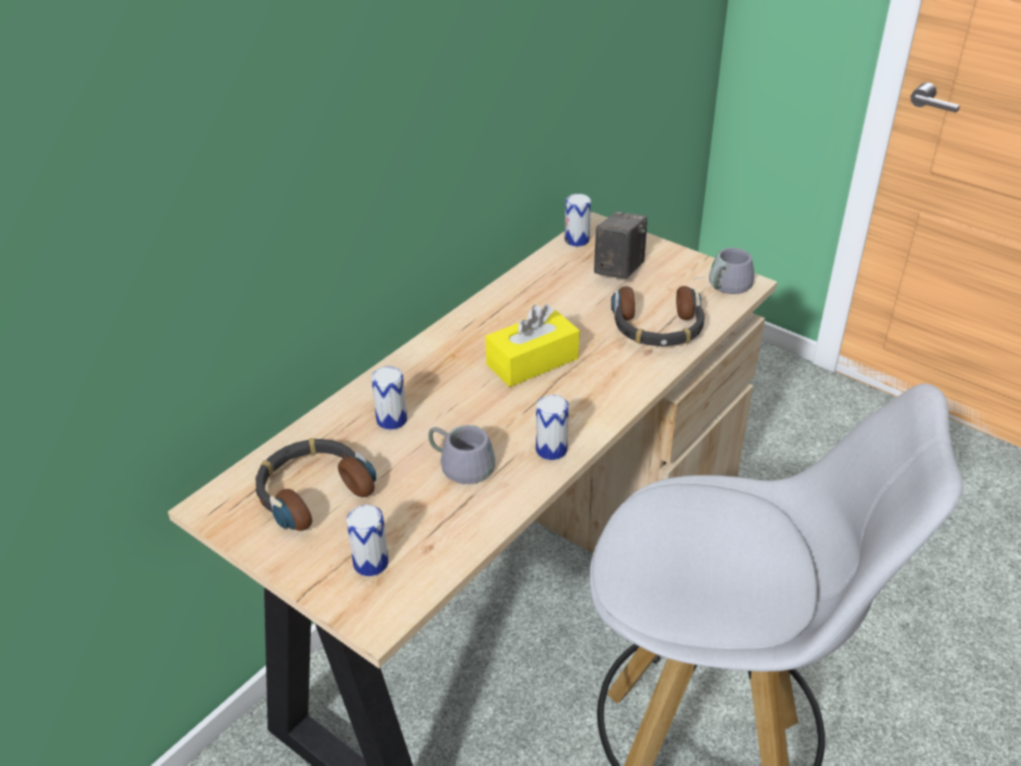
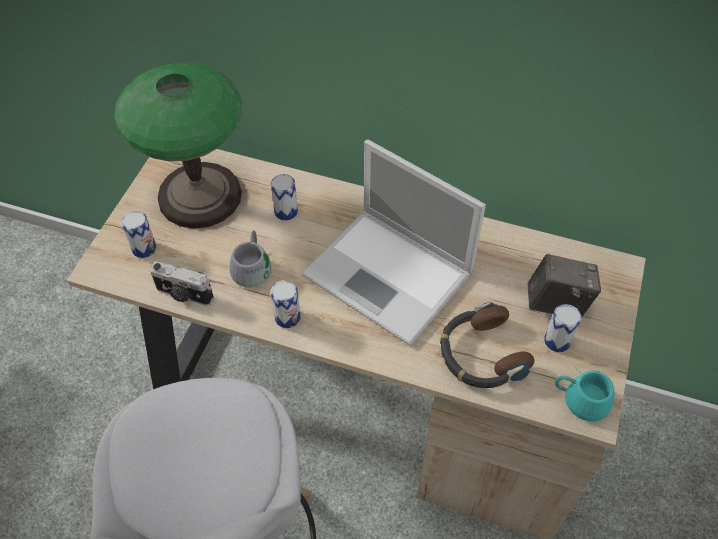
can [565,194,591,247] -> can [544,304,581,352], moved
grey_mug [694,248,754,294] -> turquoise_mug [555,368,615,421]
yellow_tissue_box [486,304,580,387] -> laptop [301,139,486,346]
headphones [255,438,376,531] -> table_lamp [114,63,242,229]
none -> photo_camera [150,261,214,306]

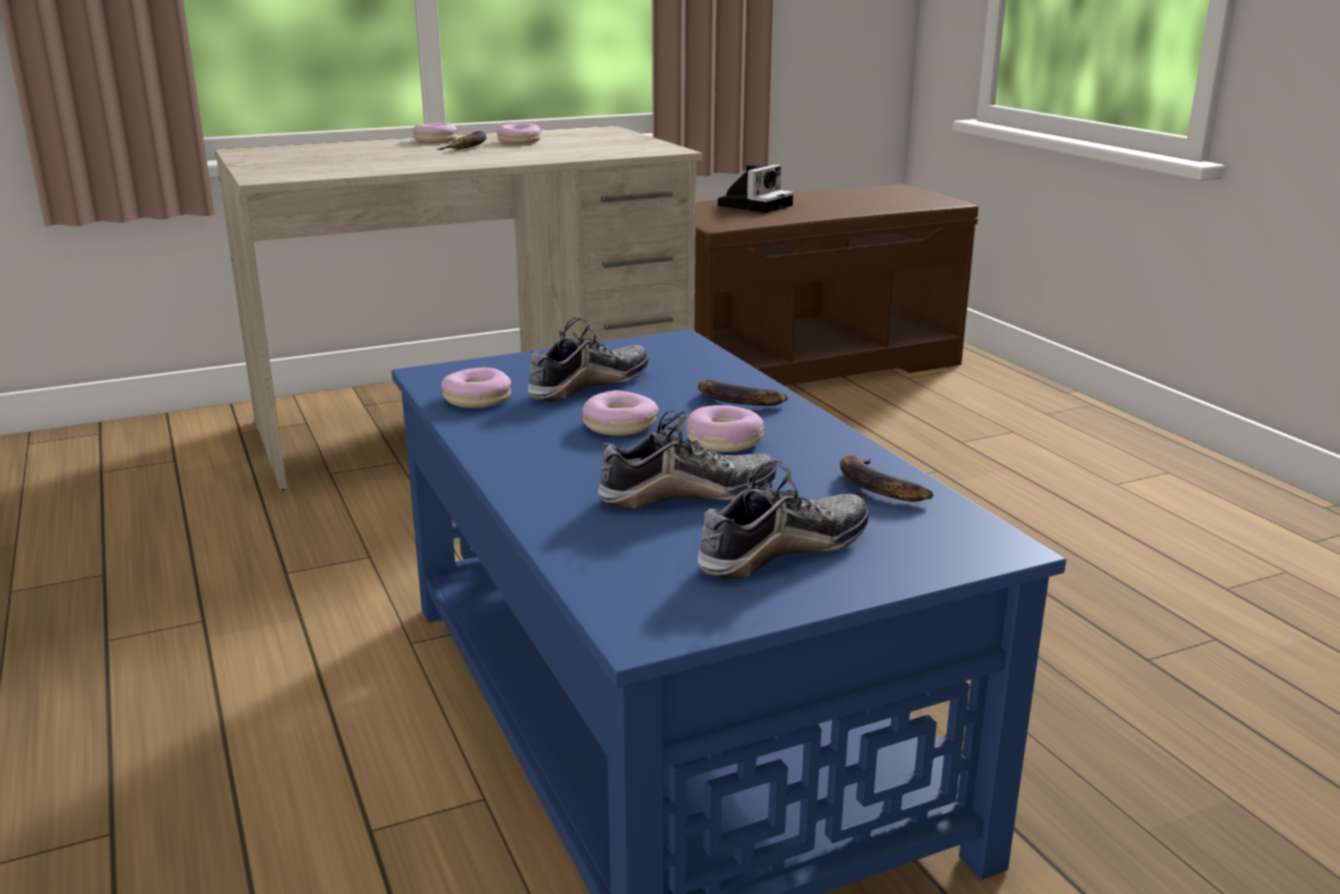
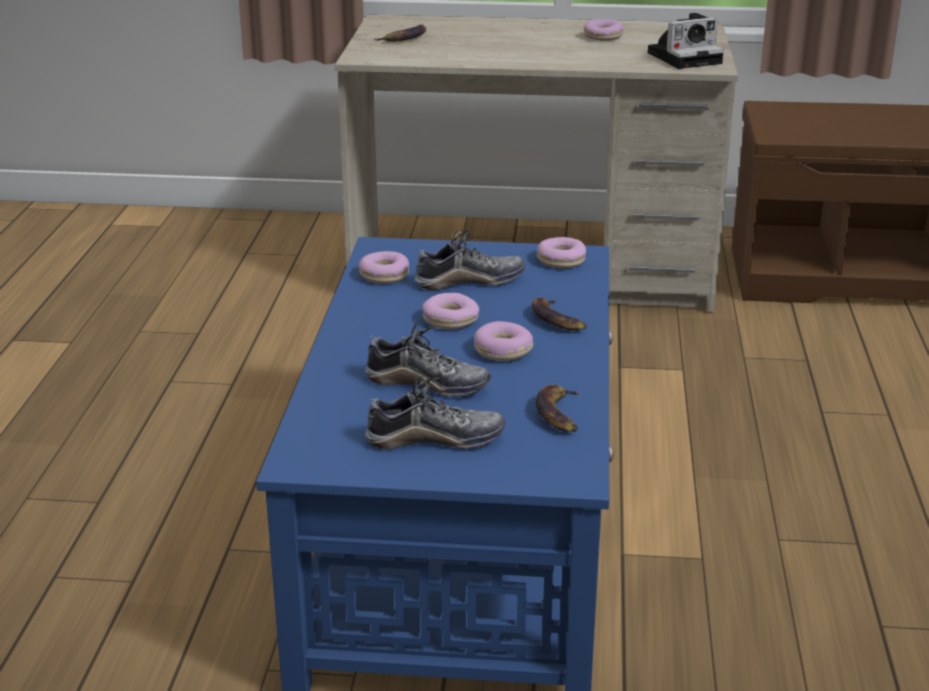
donut [413,122,457,143] -> donut [537,237,586,268], moved
banana [437,131,487,150] -> banana [375,24,426,42], moved
photo_camera [718,164,793,213] -> photo_camera [648,13,724,69], moved

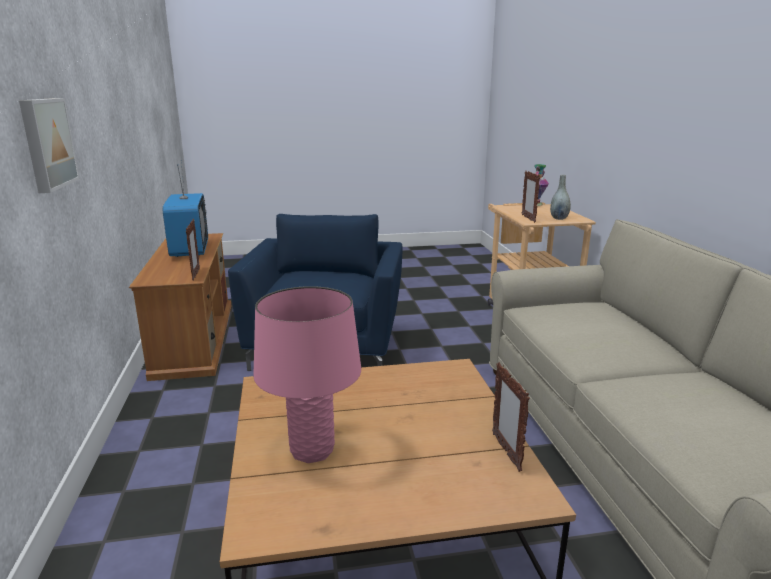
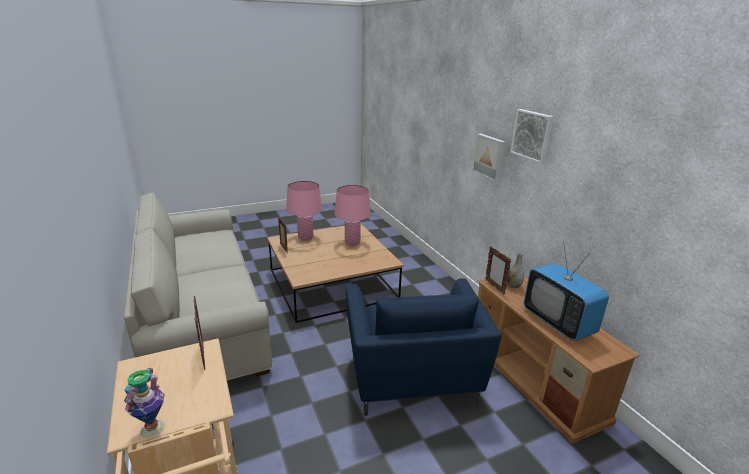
grey_vase [550,175,571,220] -> grey_vase [507,253,524,289], moved
none -> picture [510,109,554,163]
none -> pink_table_lamp [286,181,322,241]

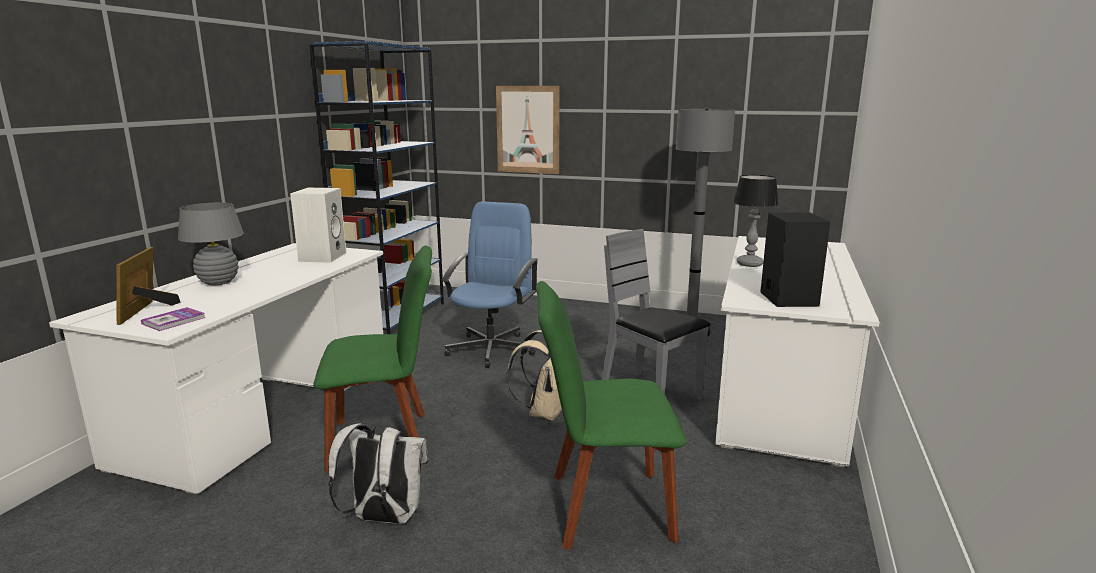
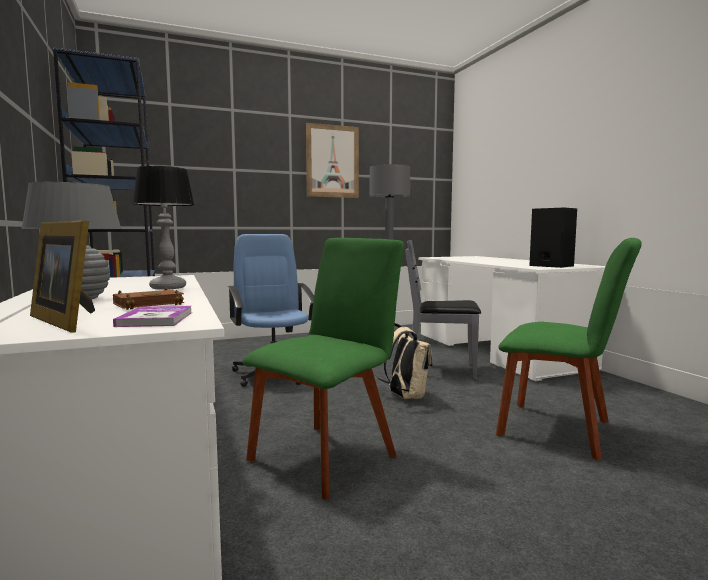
picture [496,86,560,174] -> picture [306,123,359,198], moved
table_lamp [733,175,778,267] -> table_lamp [132,166,194,290], moved
white_speaker [290,188,346,263] -> none
green_chair [536,281,687,550] -> green_chair [496,238,642,460], 105 degrees counterclockwise
white_backpack [328,423,429,524] -> none
none -> brown_book [113,287,184,310]

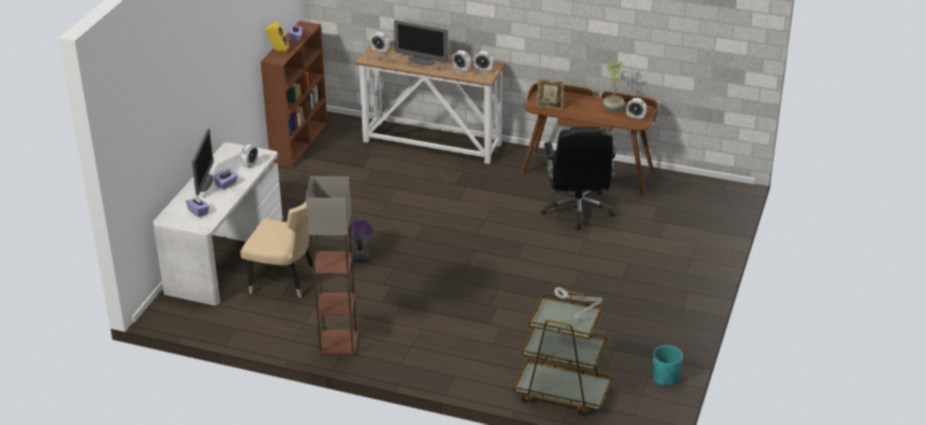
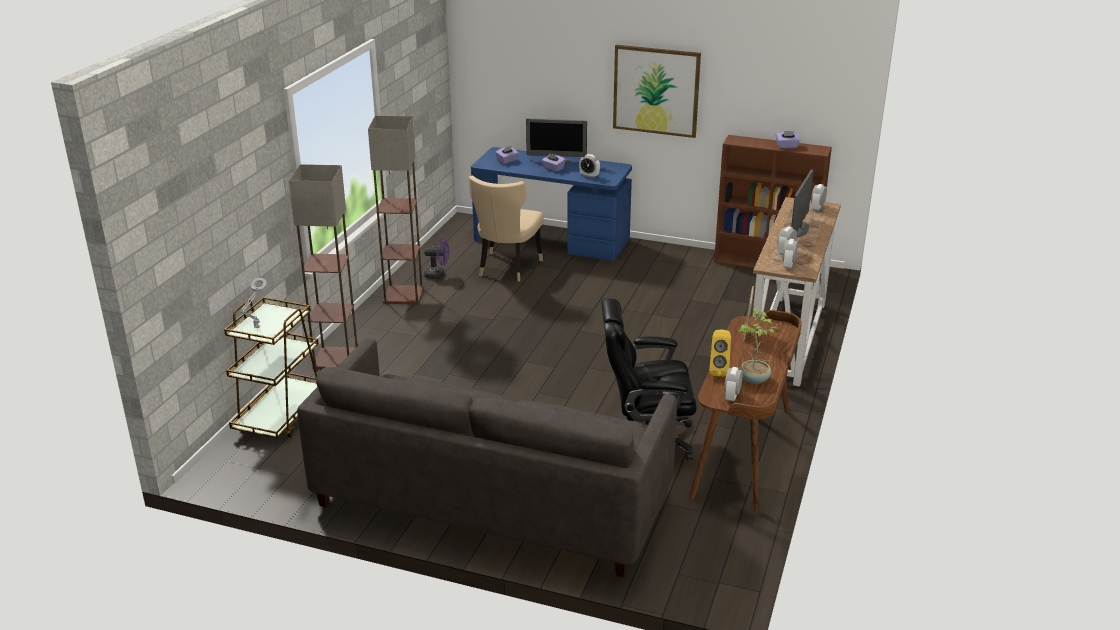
yellow_speaker [266,21,289,52] -> yellow_speaker [709,330,731,377], moved
white_desk [153,142,283,306] -> blue_desk [471,147,632,261]
purple_fan [348,220,373,263] -> purple_fan [424,239,450,279], moved
turquoise_planter [653,345,683,386] -> none
none -> picture [613,45,701,138]
none -> floor_lamp [289,164,358,369]
none -> grey_sofa [297,338,677,577]

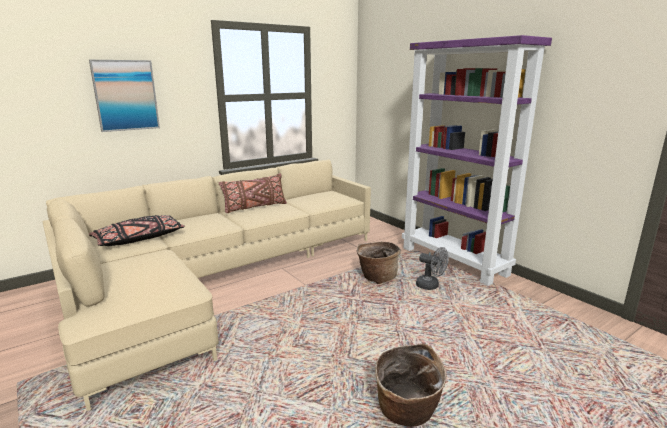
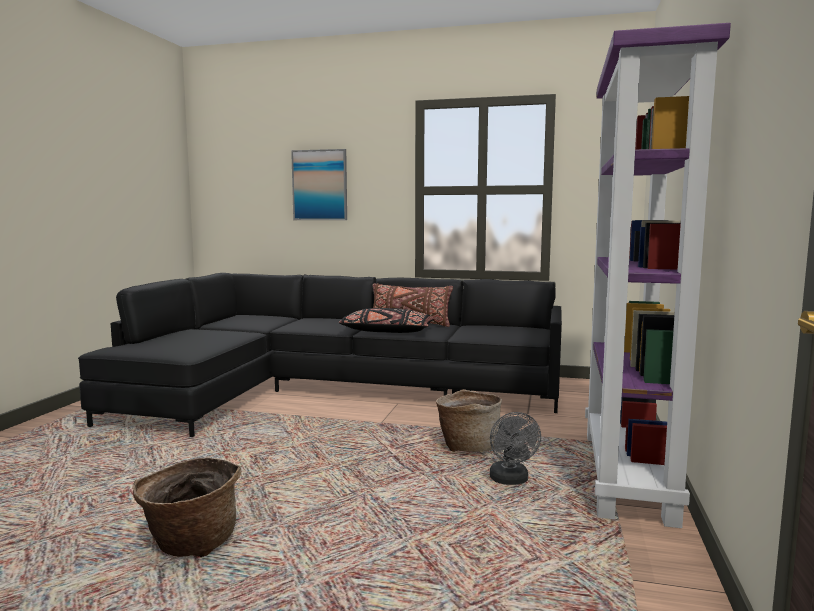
beige_sofa [42,160,371,411] -> black_sofa [78,273,562,437]
black_pillow [89,215,185,246] -> black_pillow [339,308,435,333], moved

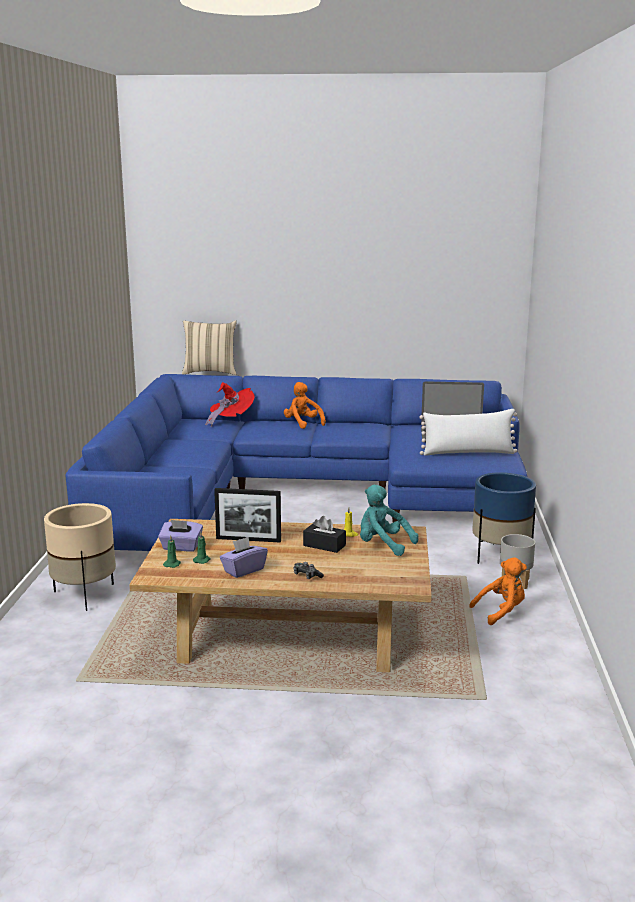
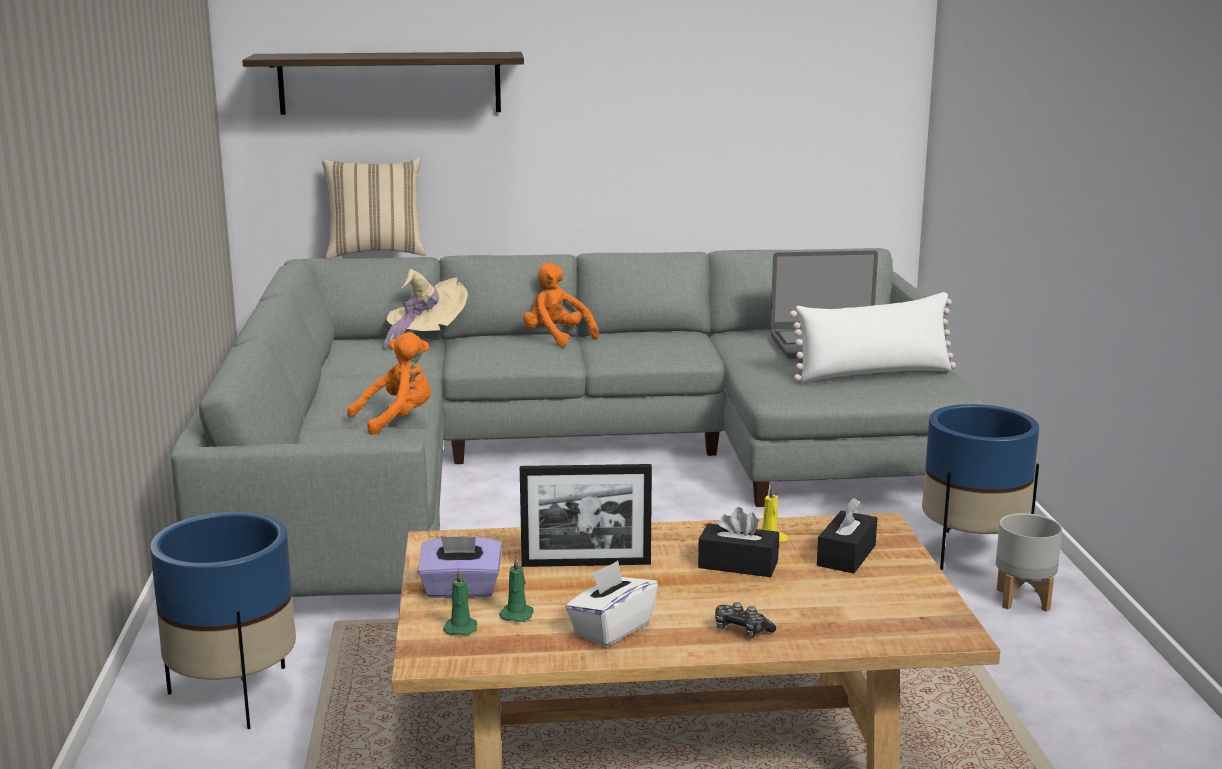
blue_sofa [66,374,527,551] -> grey_sofa [171,248,987,597]
red_hat [205,382,255,427] -> beige_hat [382,269,468,349]
turquoise_plush_toy [360,485,418,556] -> black_tissue_box [817,498,877,573]
beige_planter [44,503,116,611] -> blue_planter [150,512,296,729]
purple_tissue_box [220,537,268,578] -> white_tissue_box [565,561,658,646]
orange_plush_toy [469,557,527,625] -> orange_plush_toy [347,332,431,435], moved
none -> shelf [242,52,524,115]

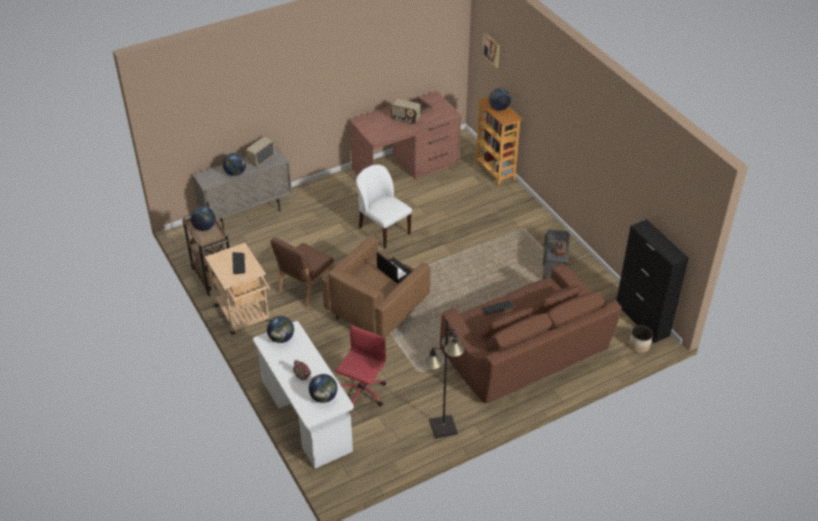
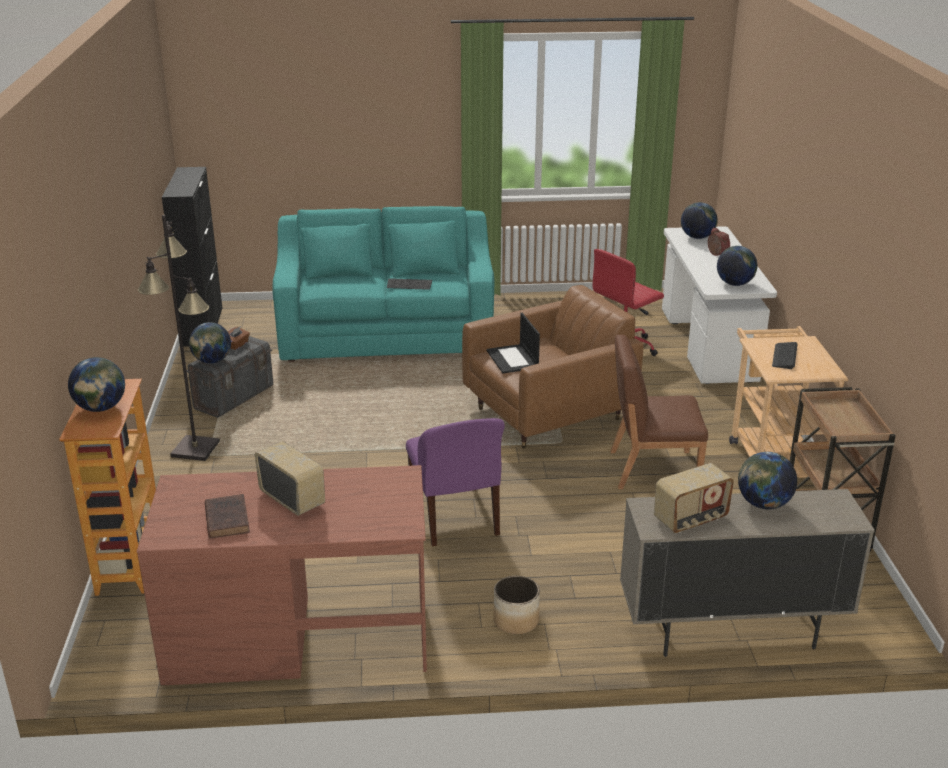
picture [482,32,500,68] -> none
white_chair [356,165,412,248] -> purple_chair [406,418,505,546]
globe [191,206,215,231] -> globe [189,322,231,364], moved
brown_chair [271,237,334,308] -> brown_chair [611,335,708,489], 150 degrees counterclockwise
brown_sofa [440,264,621,403] -> turquoise_sofa [272,206,494,362]
black_floor_lamp [423,320,464,439] -> black_floor_lamp [138,215,220,461], moved
planter [629,325,653,353] -> planter [493,576,540,634], moved

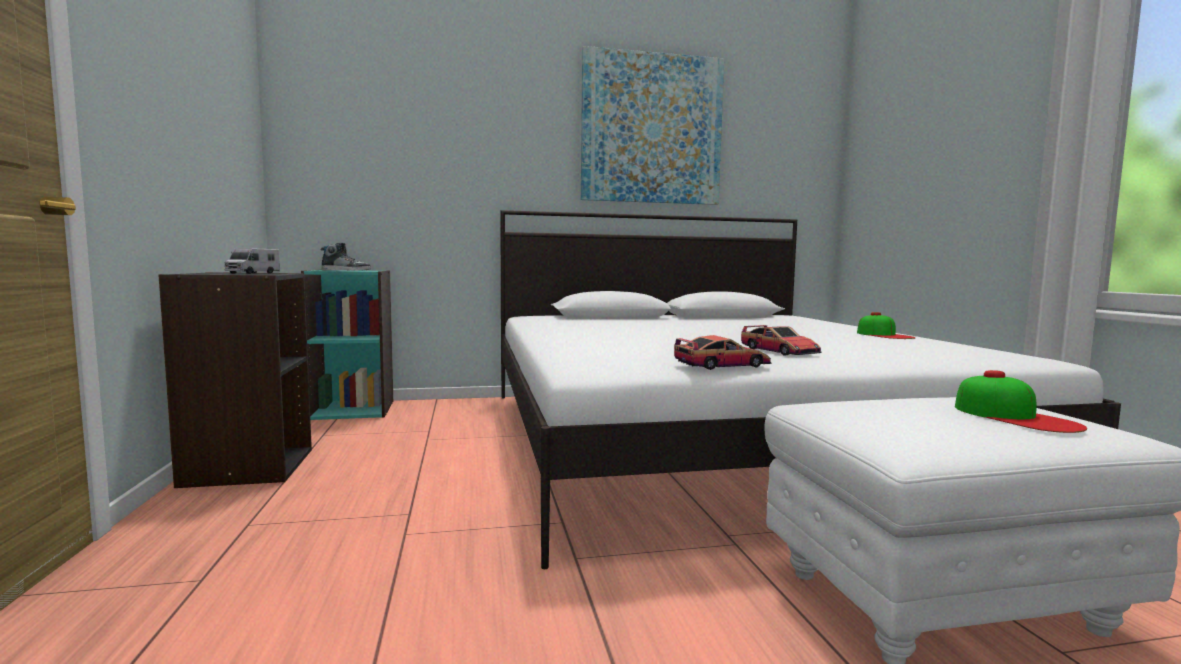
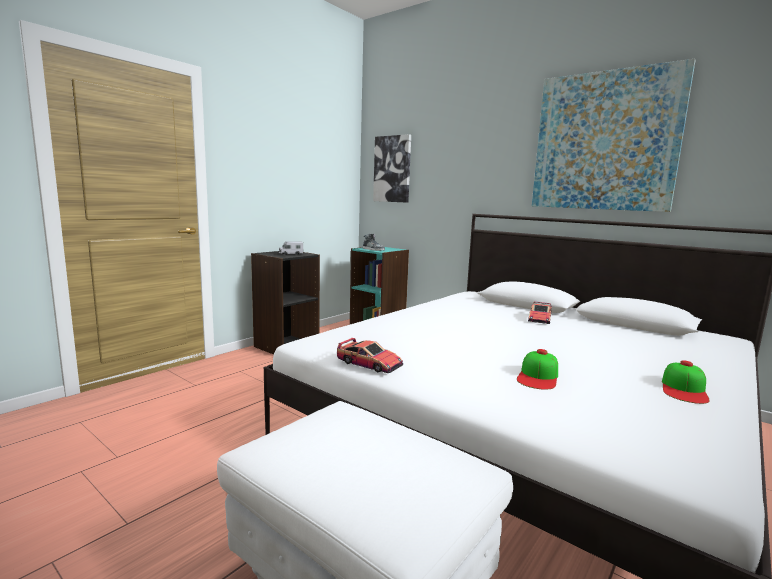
toy_car [741,325,822,356] -> toy_car [528,301,552,324], moved
cap [955,370,1087,433] -> cap [517,349,558,390], moved
none -> picture [373,134,411,203]

